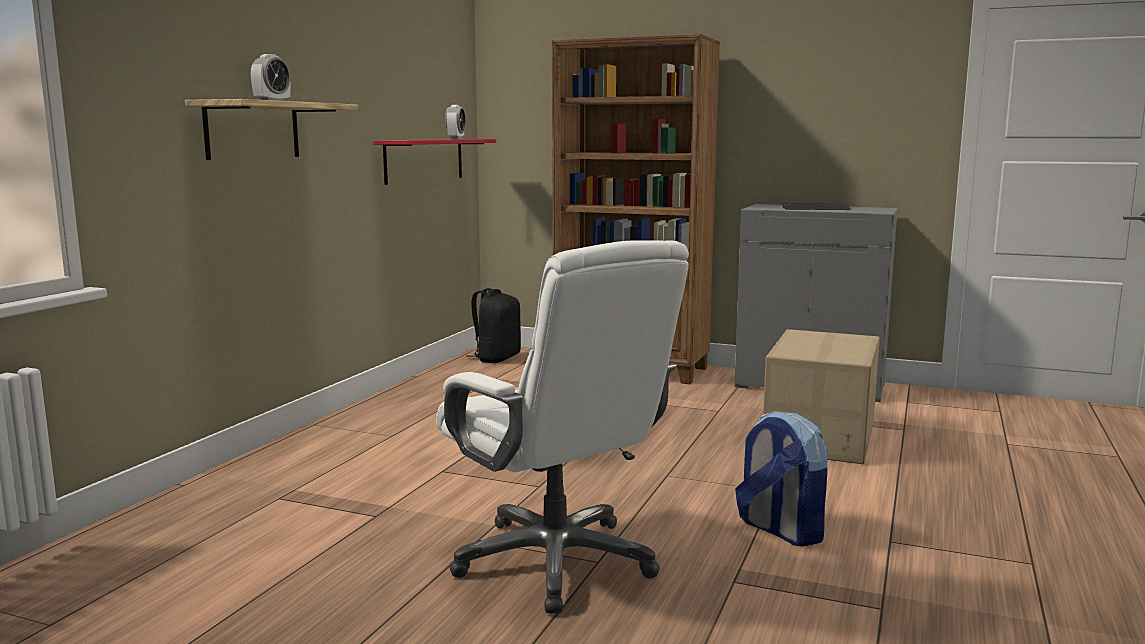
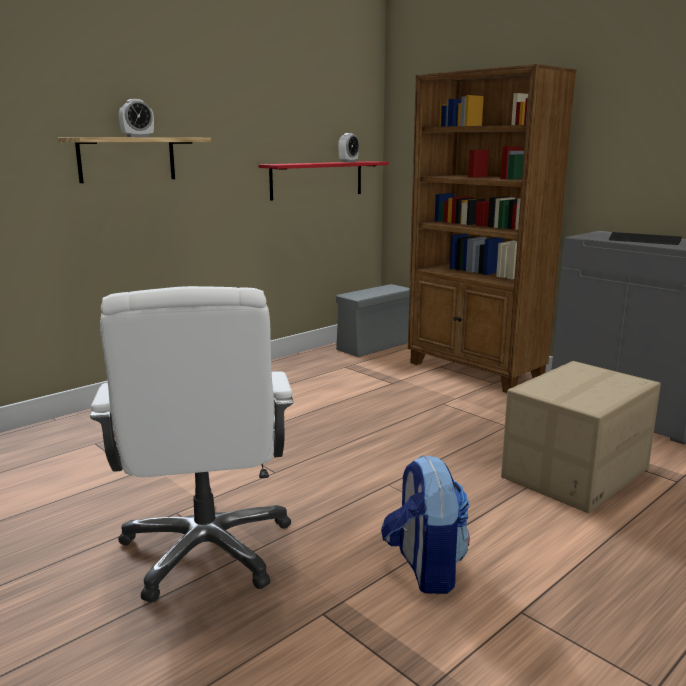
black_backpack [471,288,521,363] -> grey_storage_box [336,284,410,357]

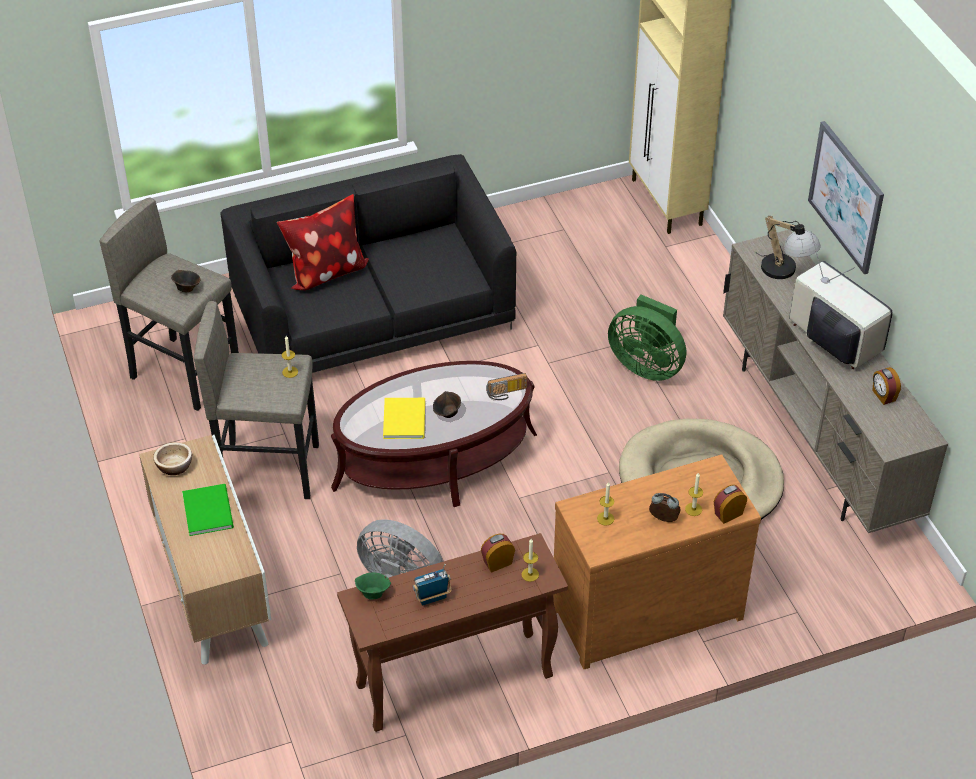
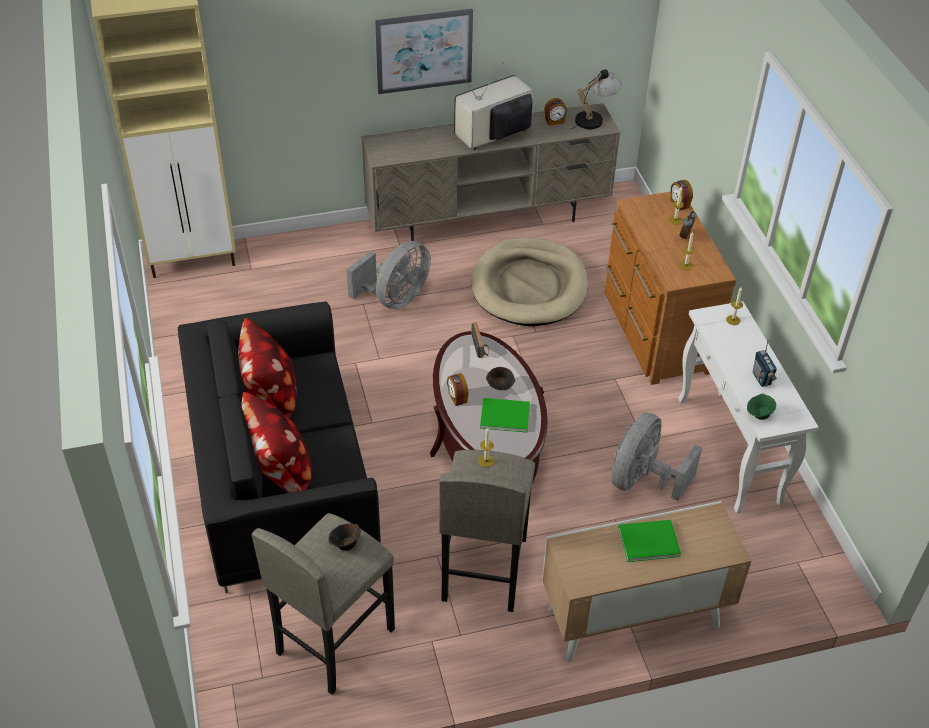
table_lamp [755,216,821,279] -> table_lamp [571,70,621,129], moved
green_fan [608,295,686,381] -> grey_fan [346,241,431,309]
yellow_book [383,398,425,439] -> green_book [480,398,530,433]
bowl [153,442,192,475] -> none
brown_console_table [337,533,568,732] -> white_console_table [678,301,819,514]
alarm_clock [481,533,515,573] -> alarm_clock [447,373,468,406], moved
none -> pillow [238,318,296,418]

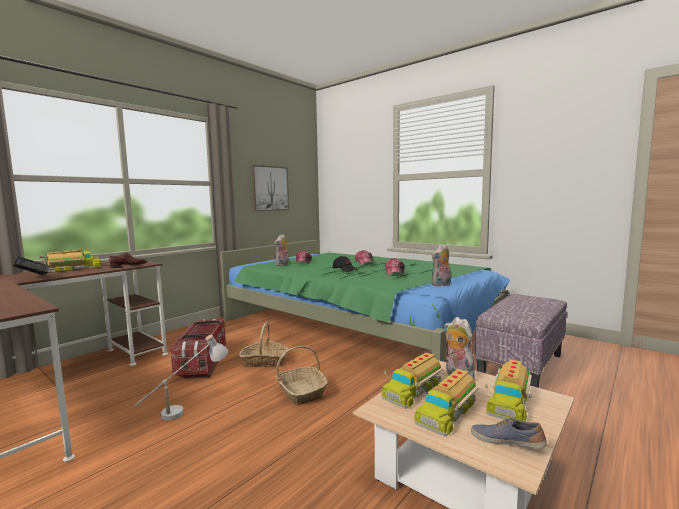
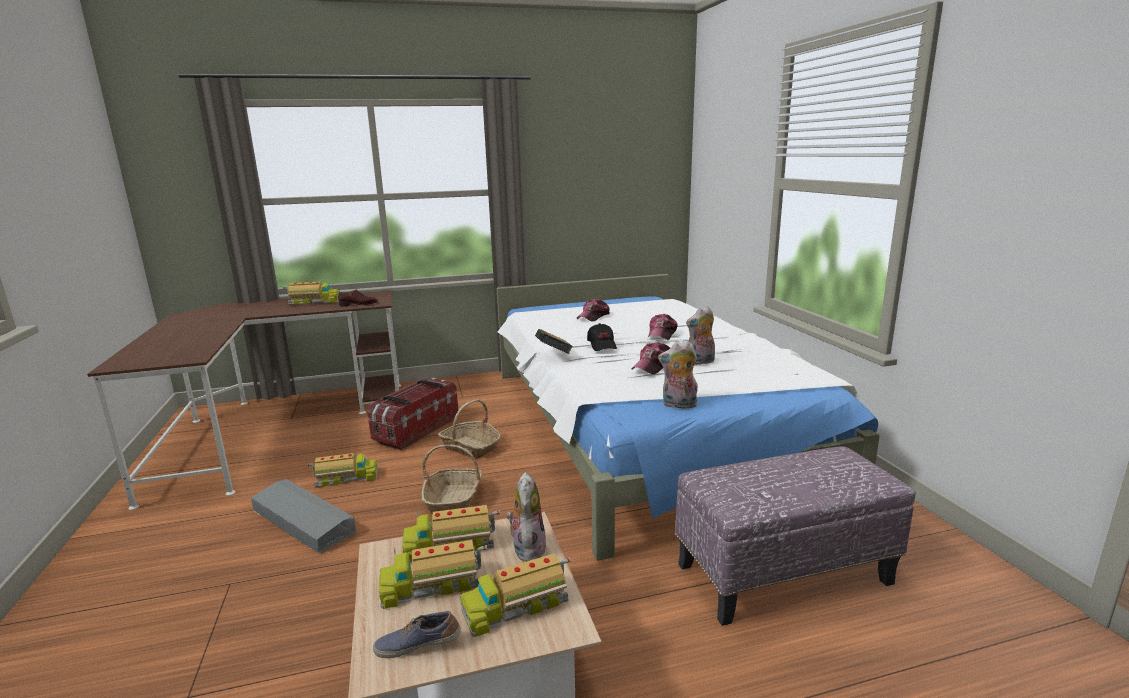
picture [251,165,289,211] -> none
plush_toy [274,234,289,266] -> plush_toy [686,306,715,365], moved
green_bed [220,240,510,362] -> white_bed [496,274,880,561]
book [12,257,52,275] -> book [535,329,573,354], moved
white_table_lamp [135,335,228,420] -> toy_truck [307,452,378,487]
shoe [471,418,547,449] -> shoe [373,611,461,658], 75 degrees counterclockwise
none -> grey_storage_box [251,479,356,554]

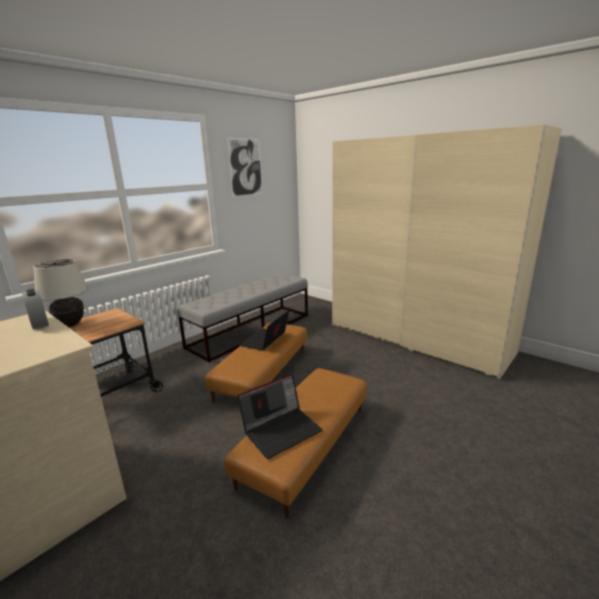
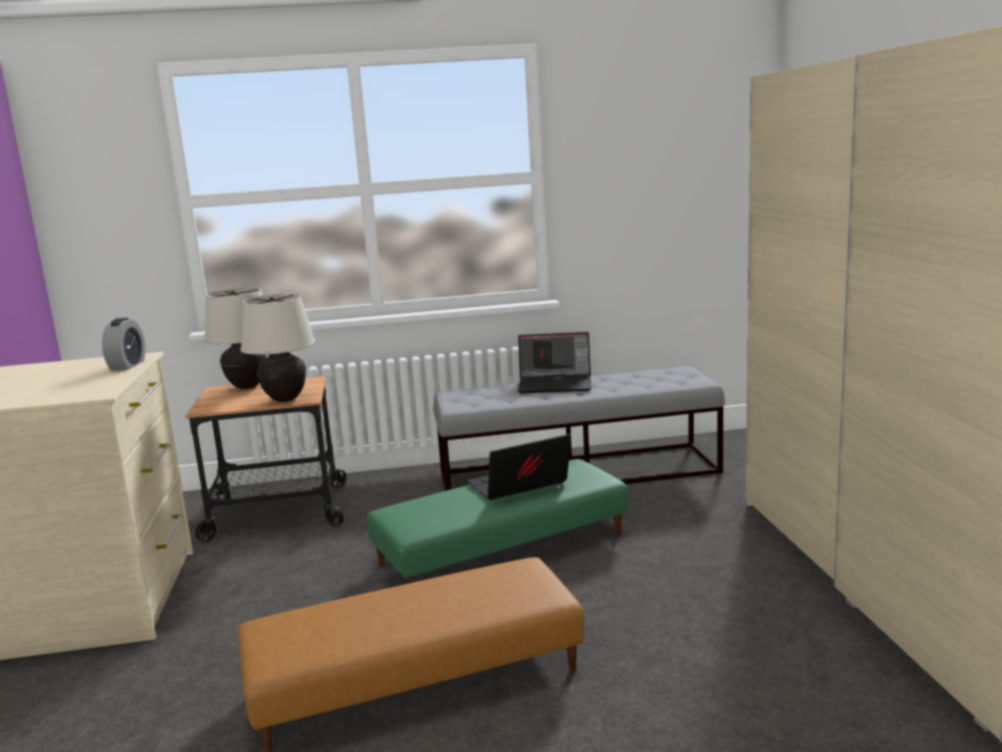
picture [227,138,263,197] -> none
brown_ottoman [205,322,307,402] -> green_ottoman [366,459,628,584]
laptop [237,374,322,459] -> laptop [518,332,592,393], moved
none -> beige_table_lamp [240,293,316,402]

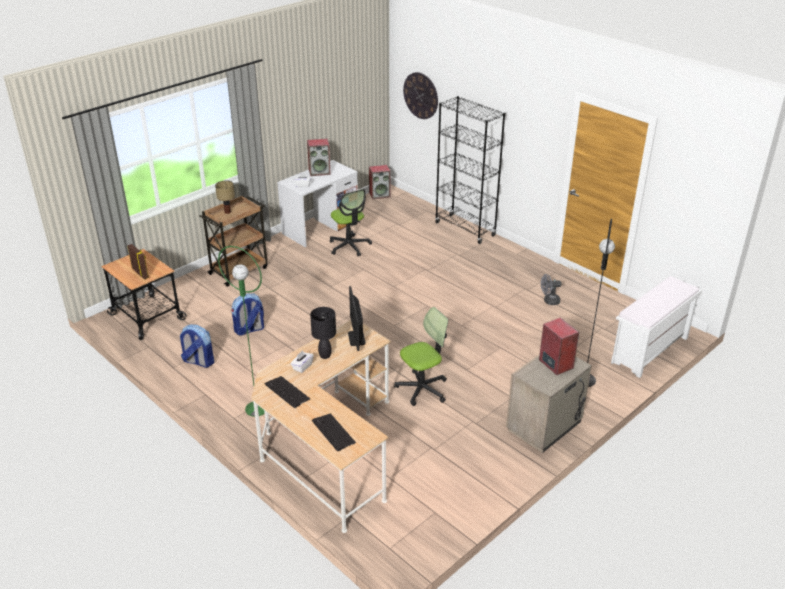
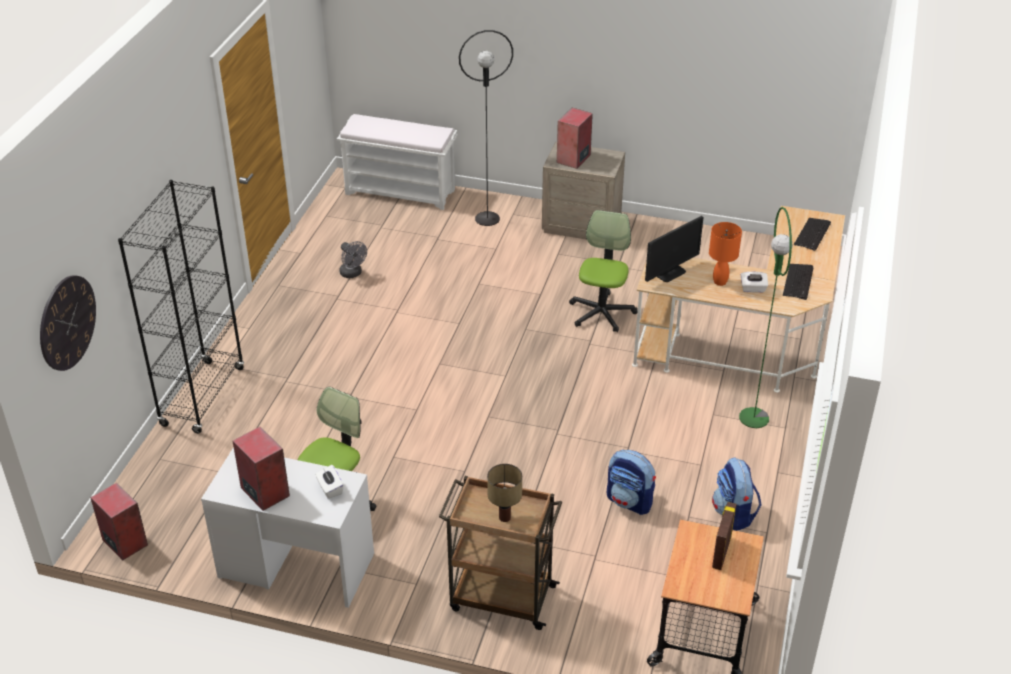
black_table_lamp [310,307,336,359] -> orange_table_lamp [709,222,742,286]
office_chair [394,307,448,406] -> office_chair [569,210,638,332], 75 degrees clockwise

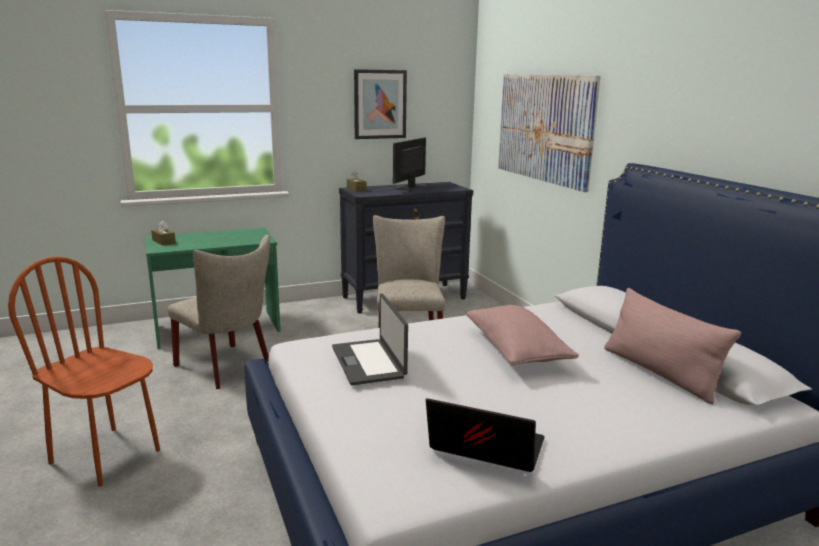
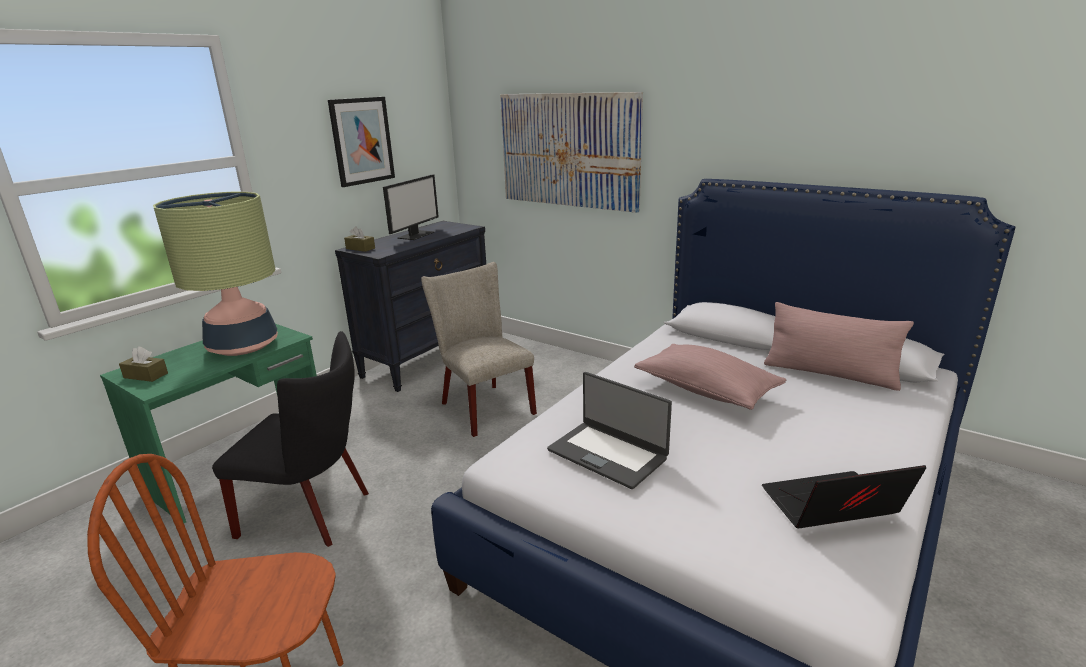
monitor [393,137,426,191] -> monitor [383,174,439,240], 150 degrees counterclockwise
beige_chair [168,234,270,389] -> black_chair [212,331,369,547]
none -> table_lamp [153,192,278,356]

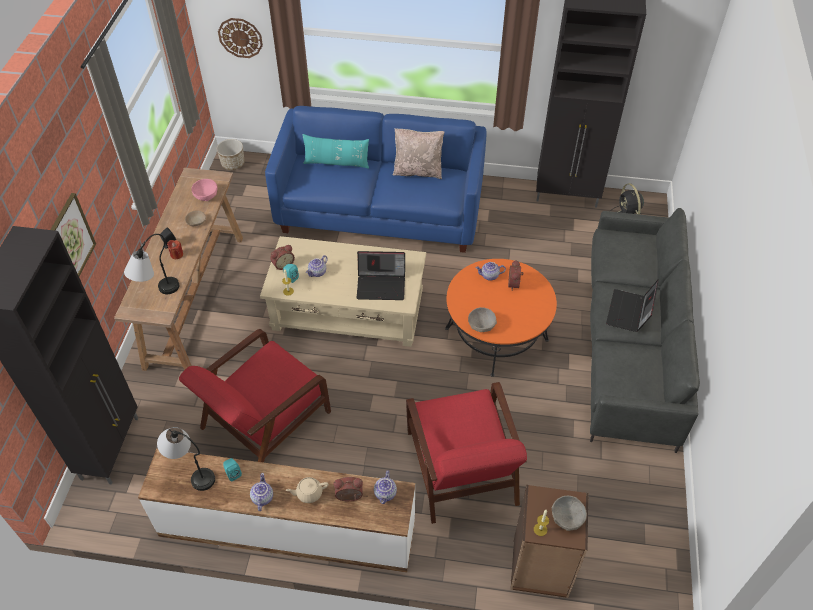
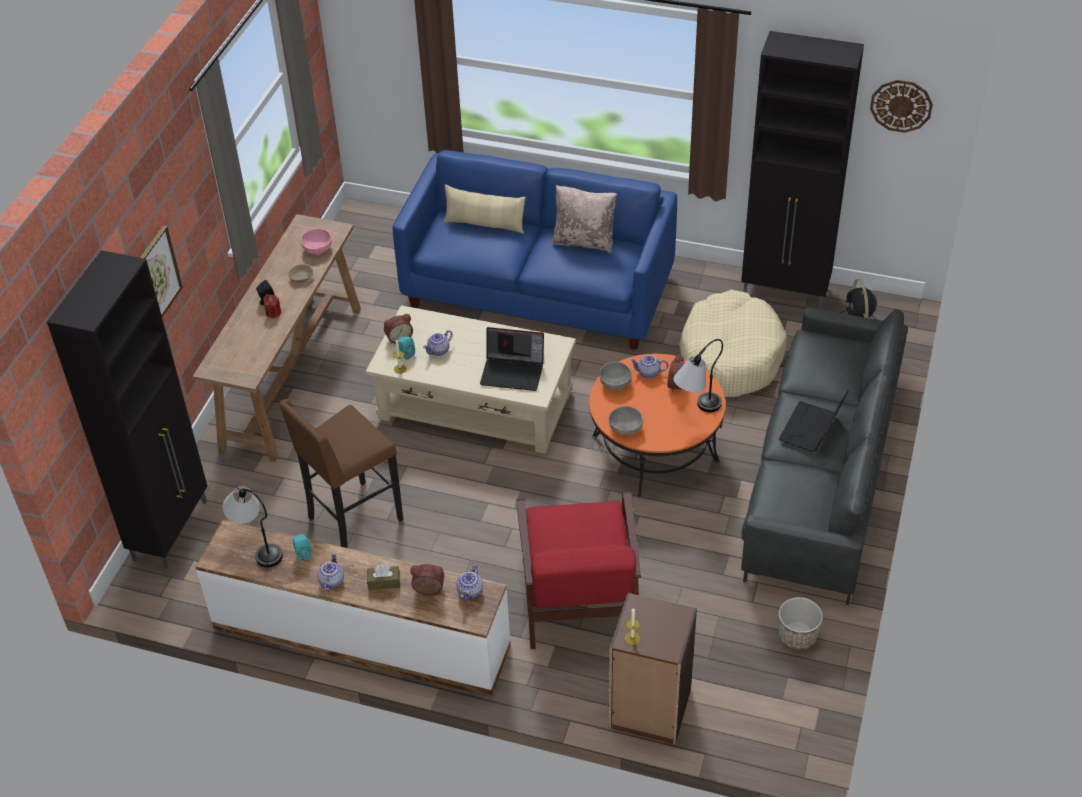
wall_clock [218,18,263,58] -> wall_clock [870,80,933,133], moved
turquoise_pillow [302,134,369,169] -> beige_pillow [443,184,526,234]
planter [217,139,245,170] -> planter [778,597,823,650], moved
table_lamp [124,234,179,294] -> table_lamp [673,339,723,412], moved
red_armchair [179,329,331,463] -> brown_stool [279,399,403,548]
beige_teapot [286,477,328,503] -> brown_tissue_box [367,564,400,590]
grey_bowl [552,496,587,531] -> grey_bowl [599,362,632,391], moved
none -> beige_dog_bed [679,290,787,397]

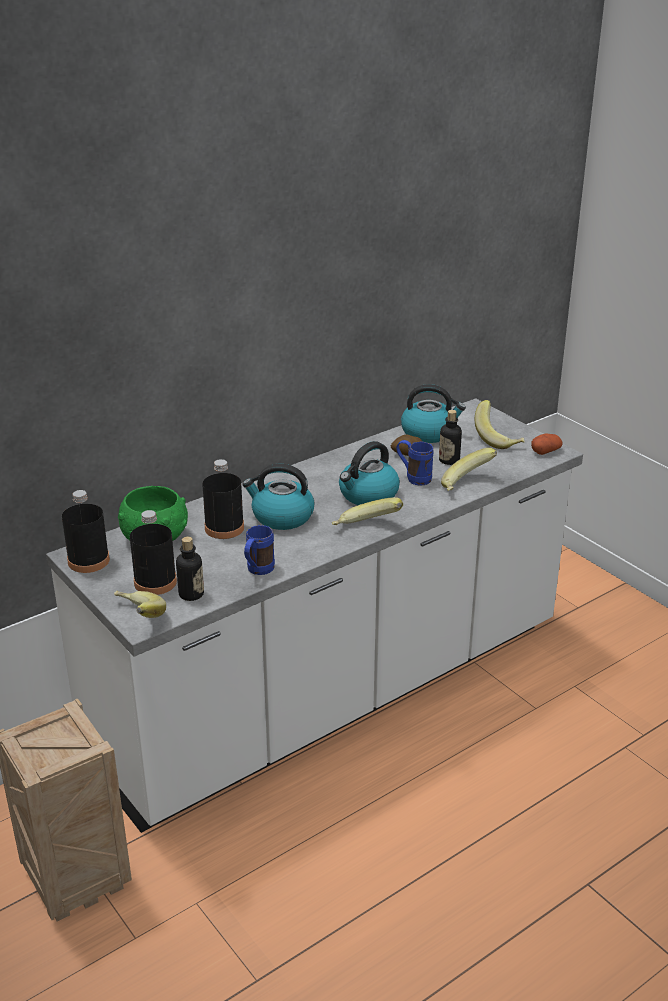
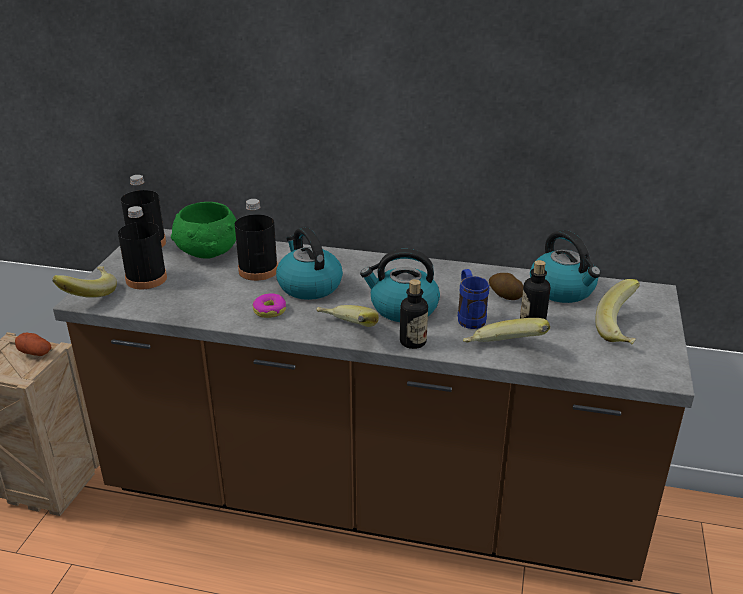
white_counter [46,398,583,833] -> brown_counter [53,229,695,582]
potato [531,433,563,455] -> potato [15,333,51,356], moved
blue_mug [244,525,275,575] -> none
bottle [176,537,204,601] -> bottle [400,279,428,349], moved
none -> donut [253,293,286,318]

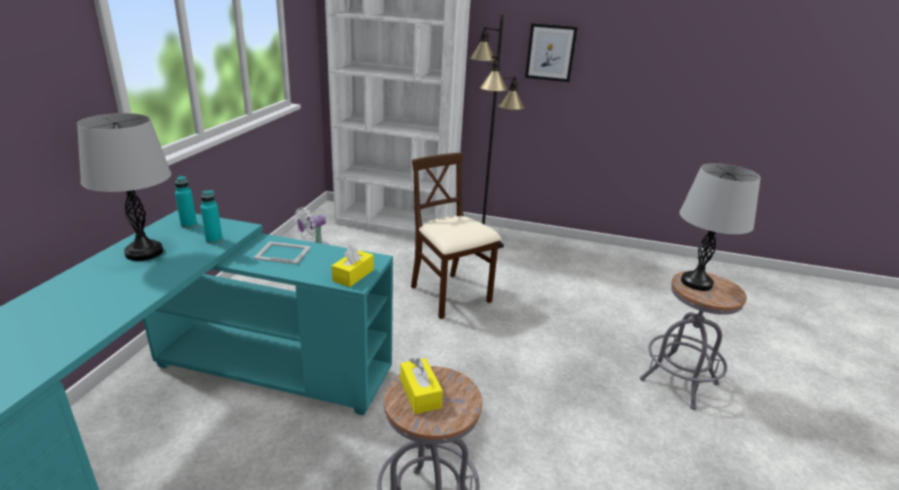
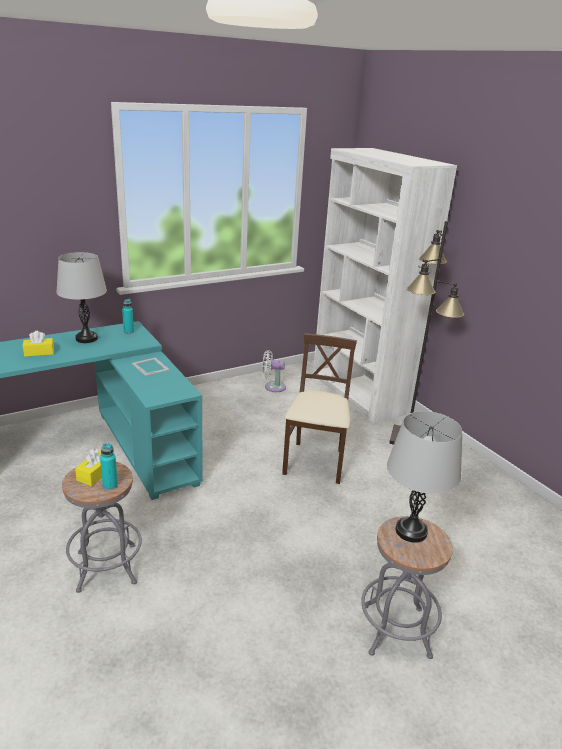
picture [525,23,578,82] -> none
turquoise_bottle [200,190,223,244] -> turquoise_bottle [100,443,118,490], moved
yellow_tissue_box [332,244,374,287] -> yellow_tissue_box [23,331,54,357], moved

